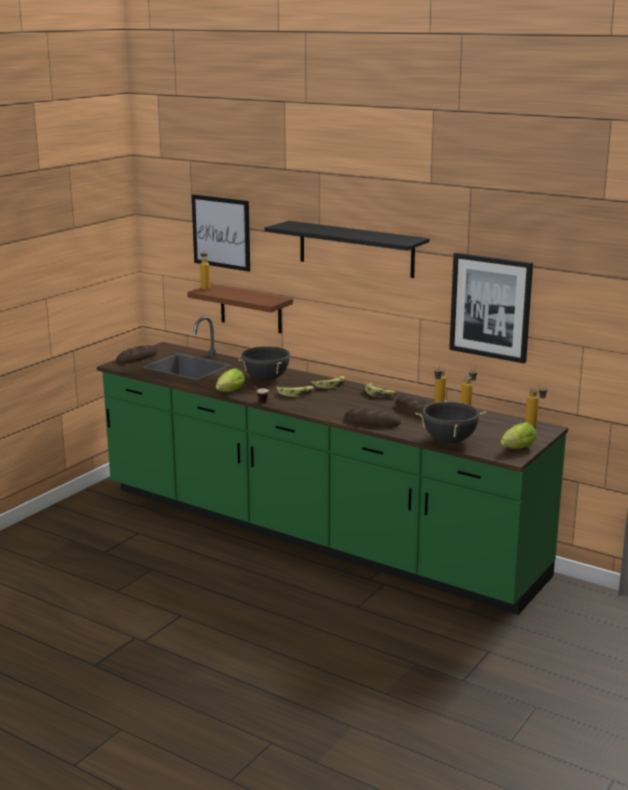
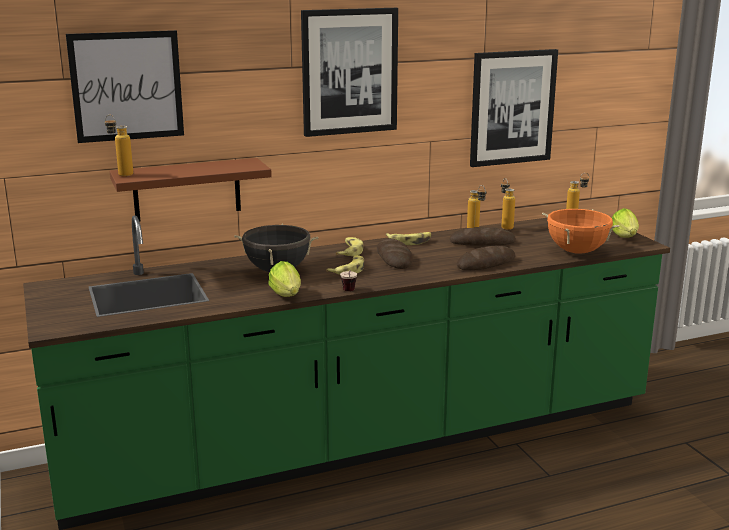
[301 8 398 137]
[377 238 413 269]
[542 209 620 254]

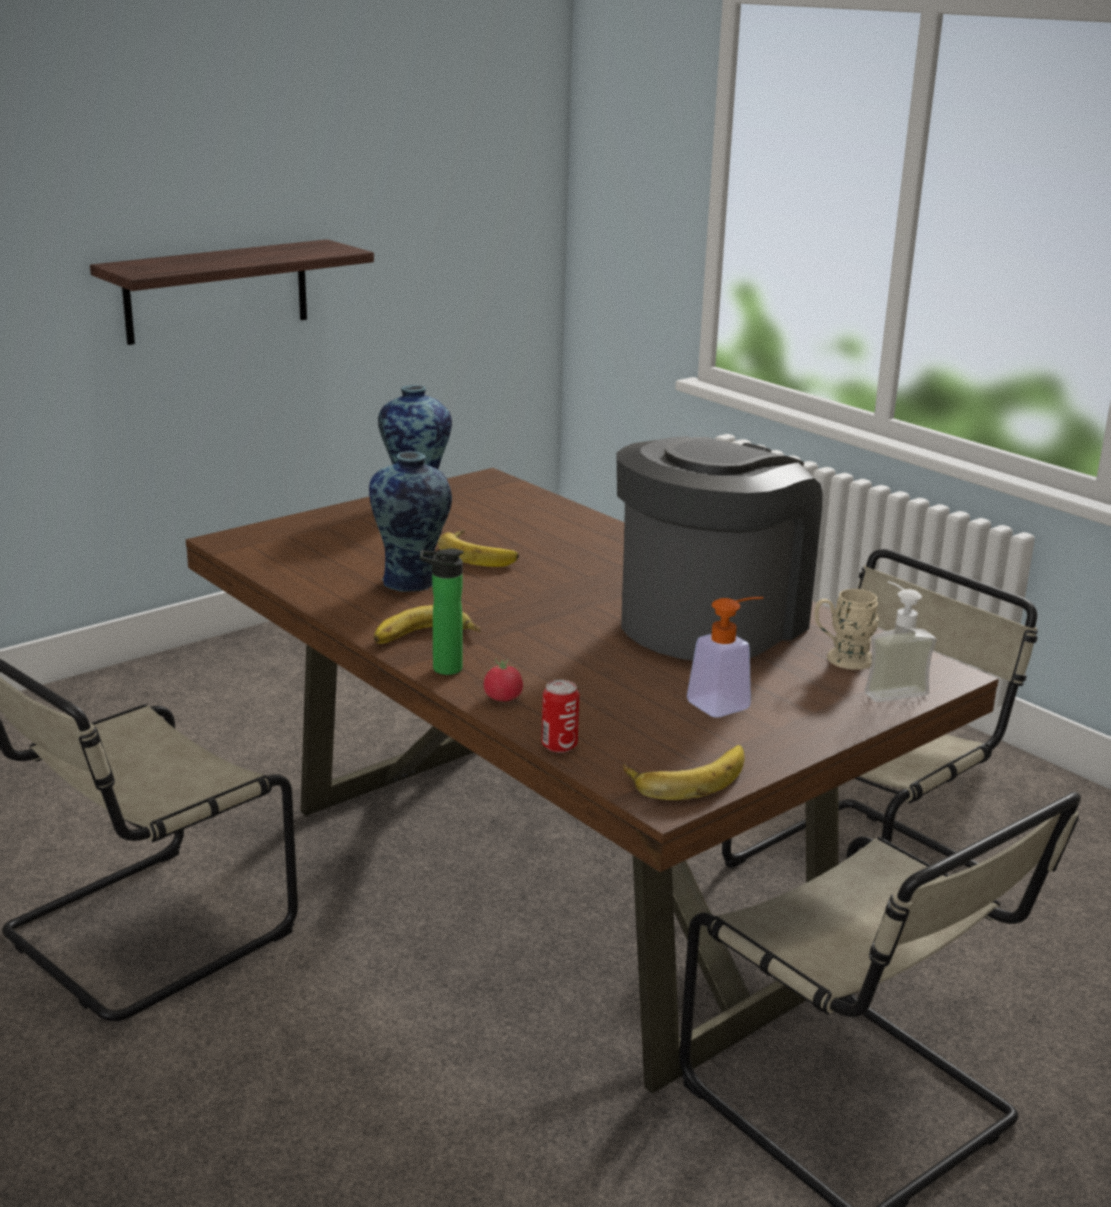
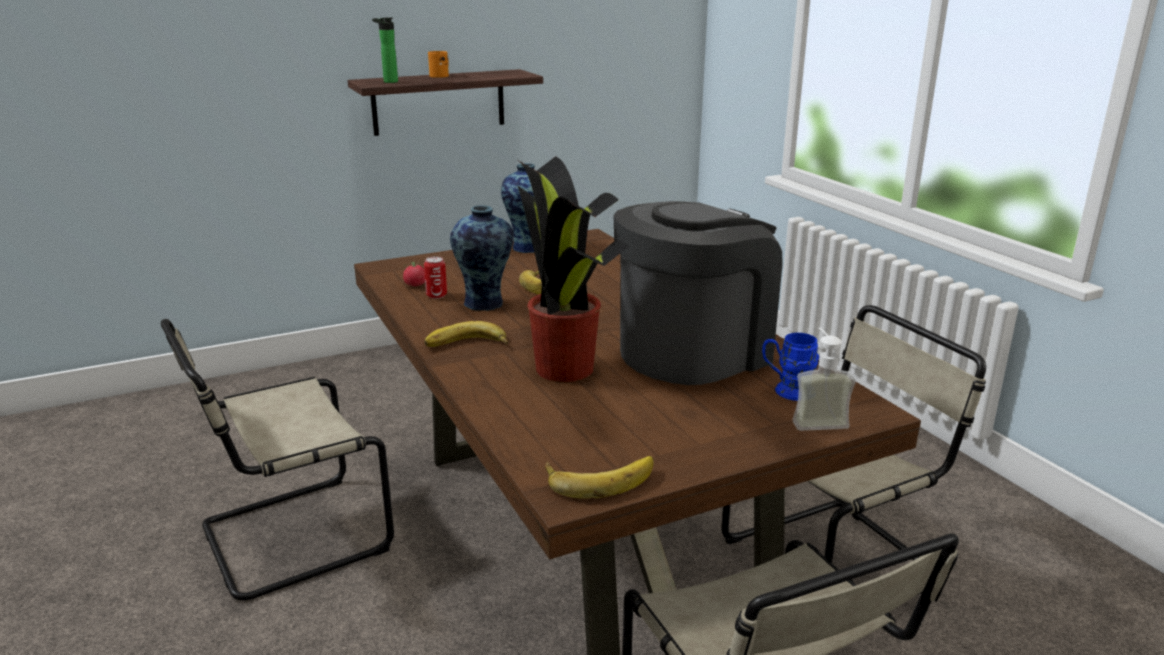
[372 17 398 83]
[762 333 819 401]
[687 597 764 718] (first image)
[403 261 425 286]
[424 256 447 299]
[428 51 449 78]
[517 156 628 382]

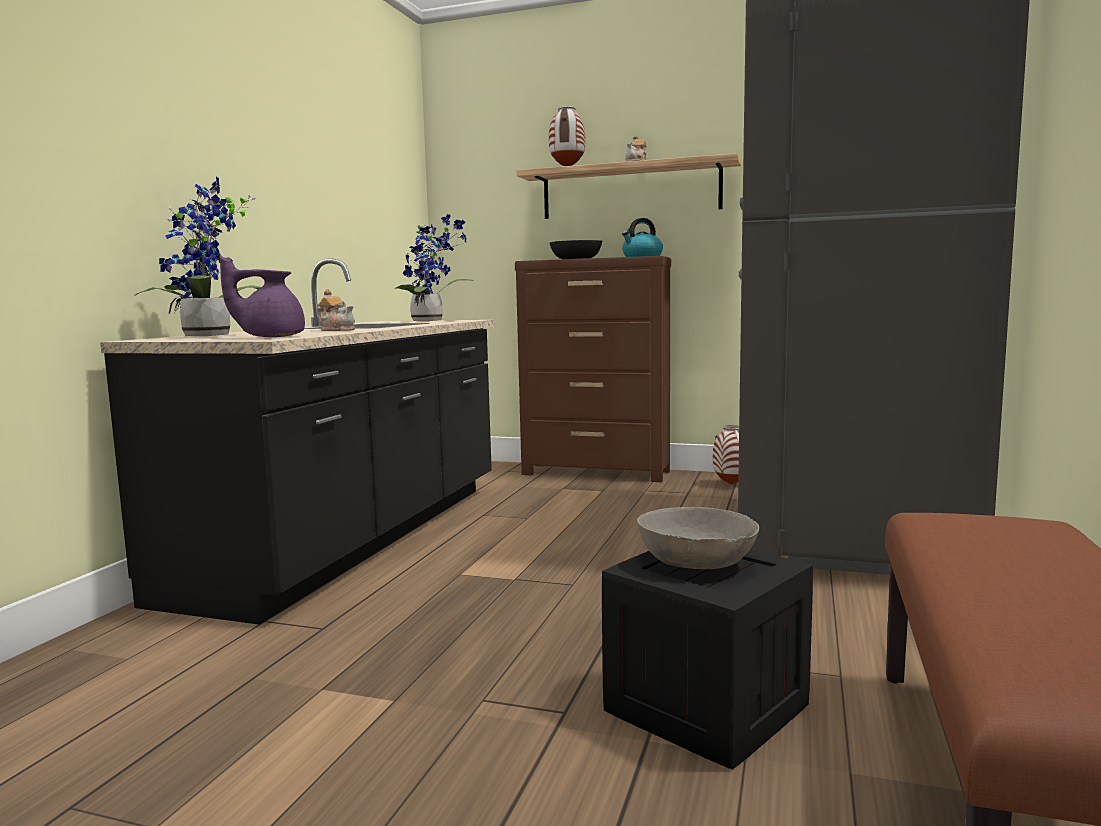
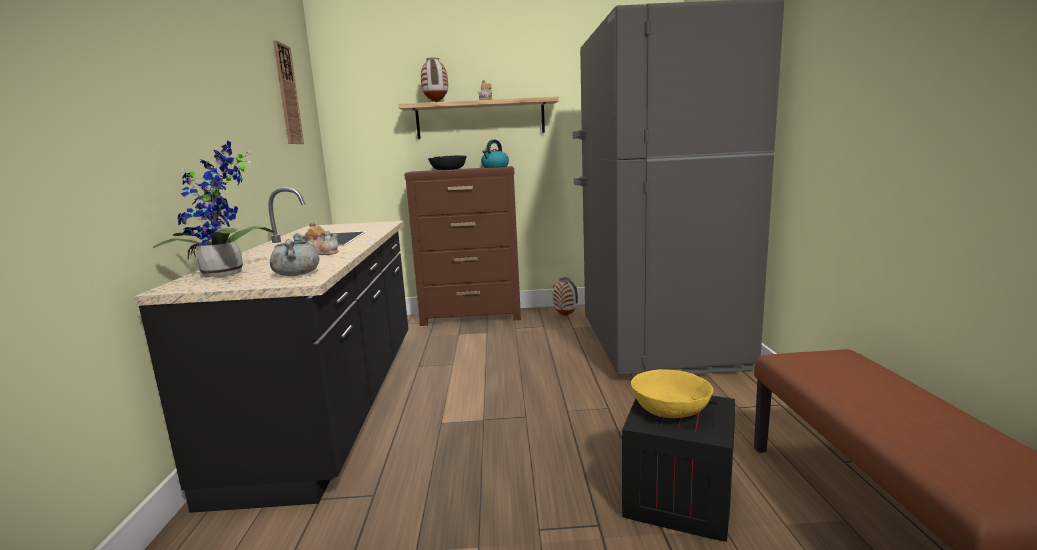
[395 214 473 321] (first image)
[270 233 319 276]
[631 369 713 418]
[273 40 304 144]

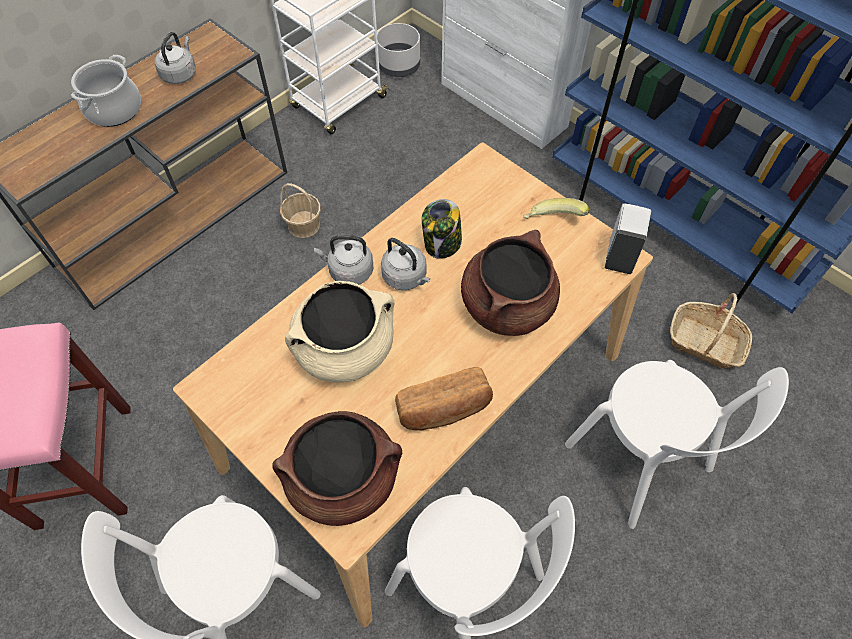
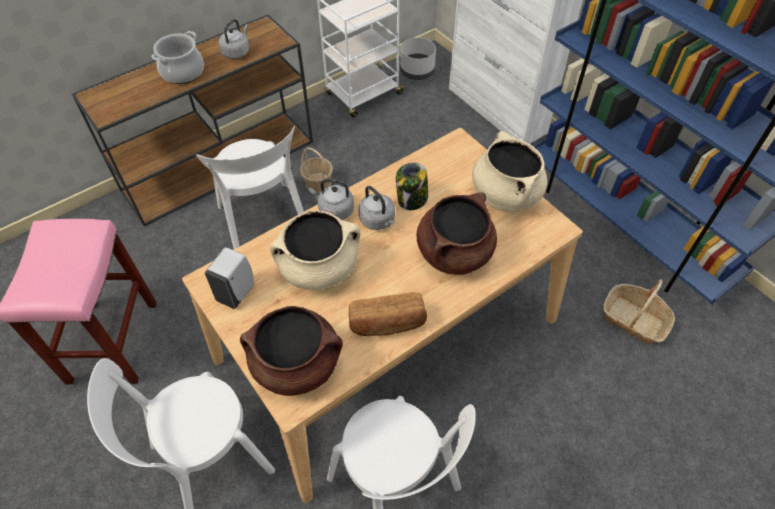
[472 131 547 212]
[205 247 254 309]
[196 126 304 249]

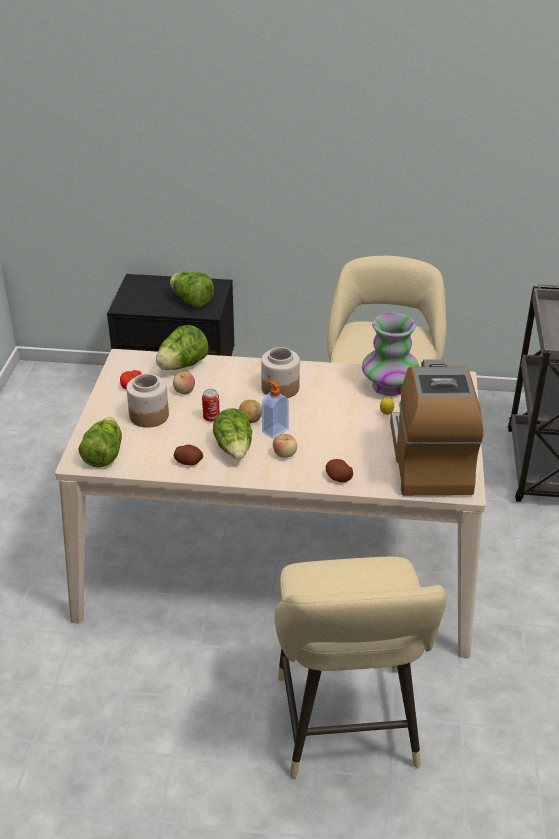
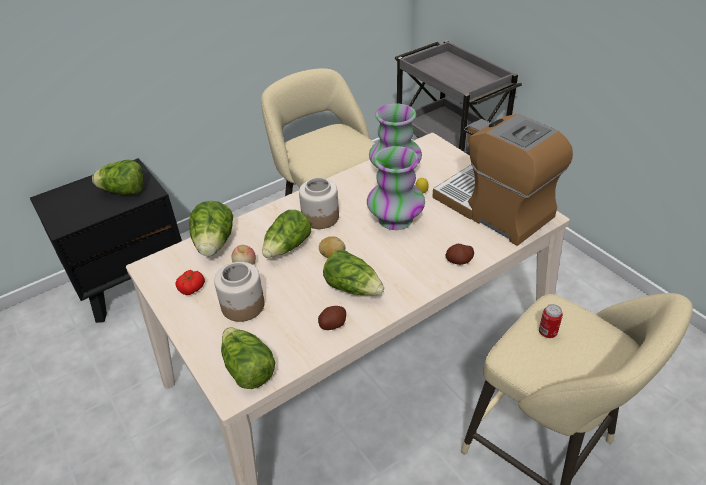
[262 381 289 439] (first image)
[539 304 563 338]
[273 434 297 458] (first image)
[367 146 425 230]
[262 210 311 258]

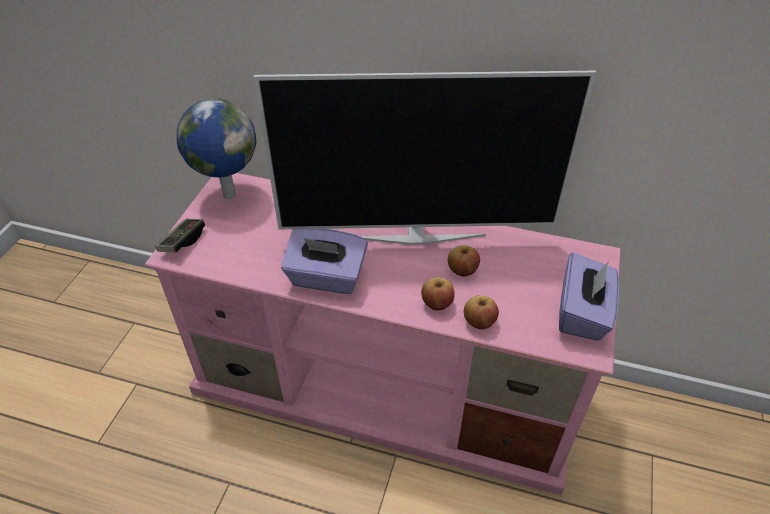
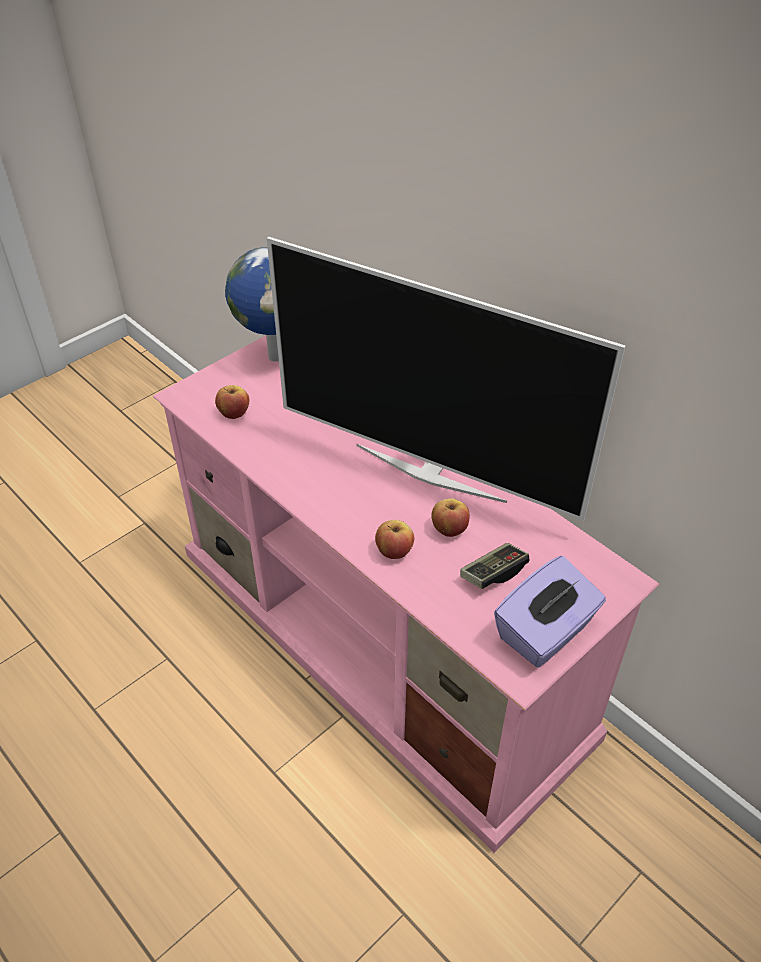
[460 543 530 589]
[281 227 368 294] (first image)
[215 385 249 419]

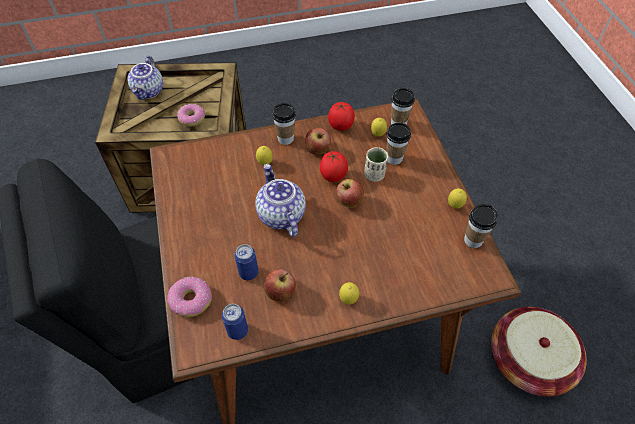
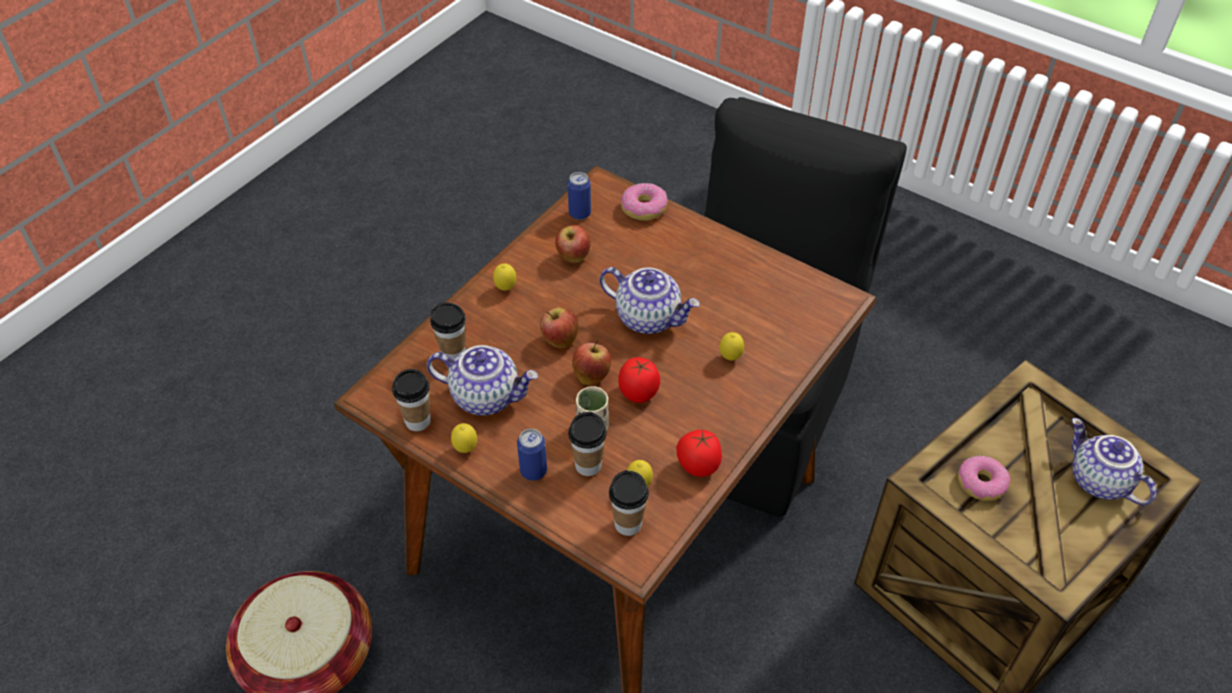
[430 302 466 359]
[540 307 579 348]
[517 429 547 481]
[427 345 538 416]

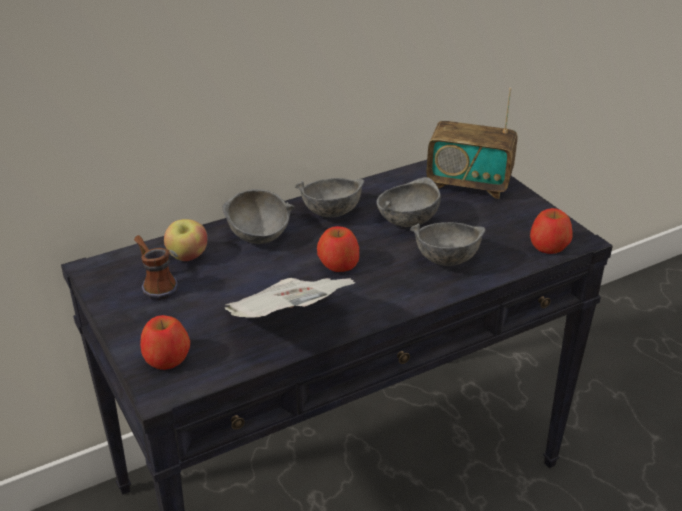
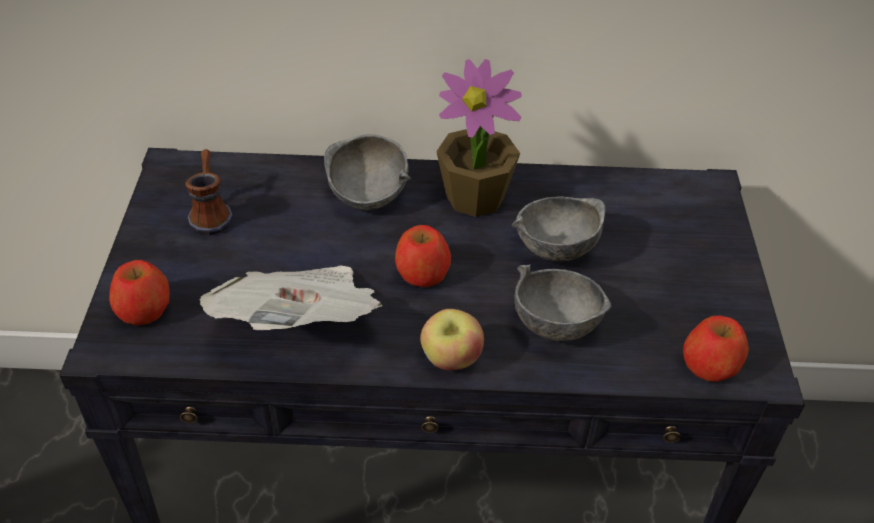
[426 88 518 199] (first image)
[436 59 522 217]
[420 309 484 370]

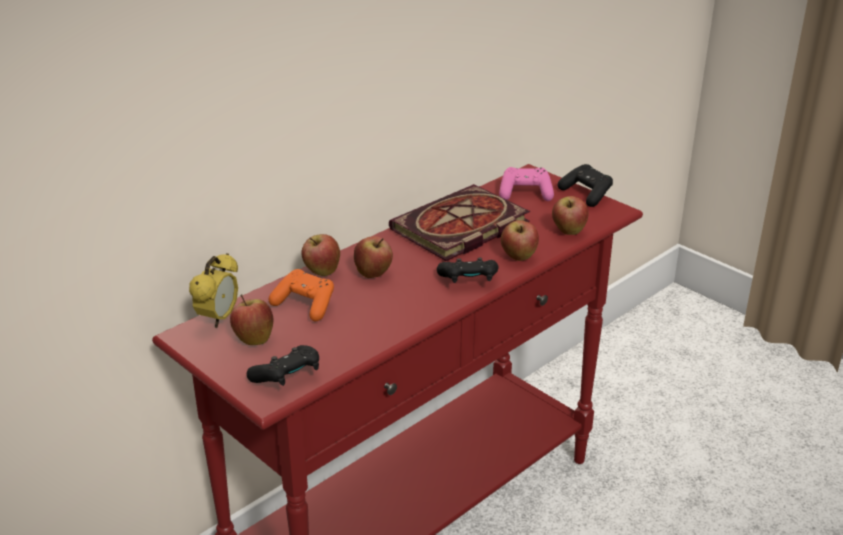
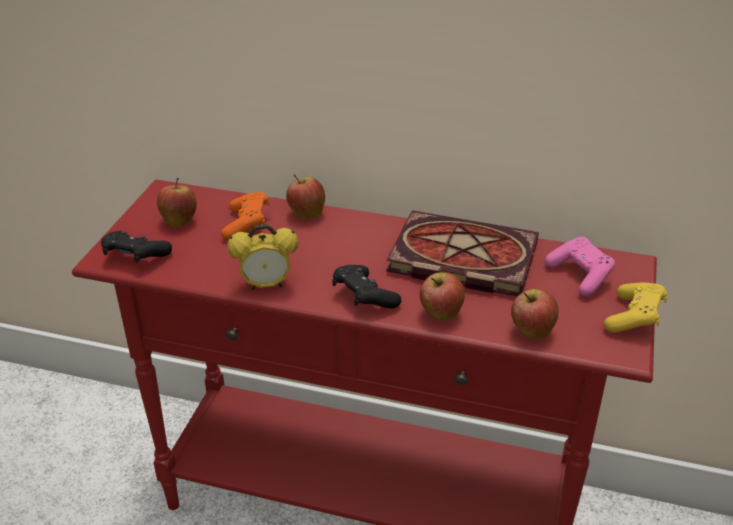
[604 282 667 333]
[354 236 393 278] (first image)
[227 224 298 290]

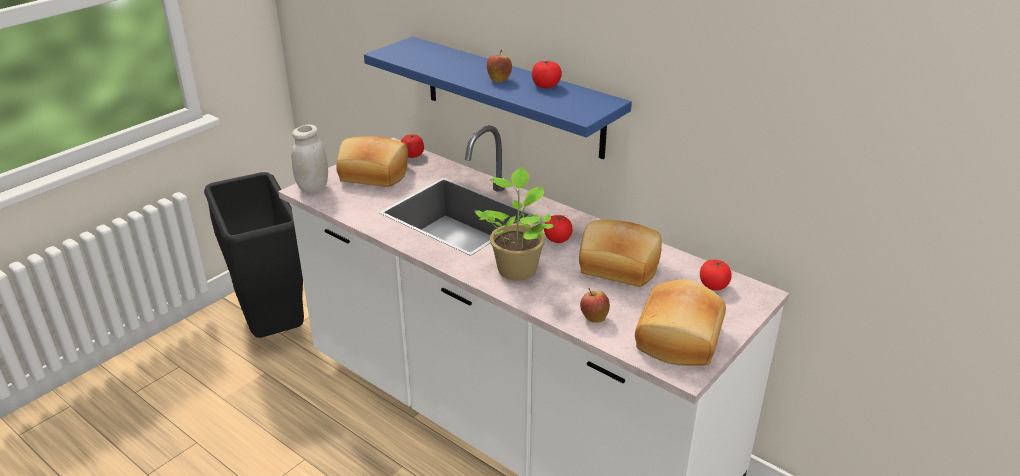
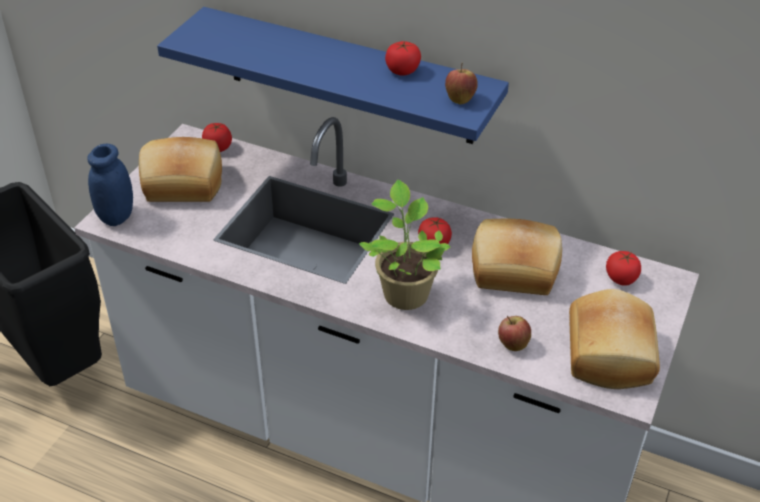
[445 63 478 105]
[87 144 133 226]

